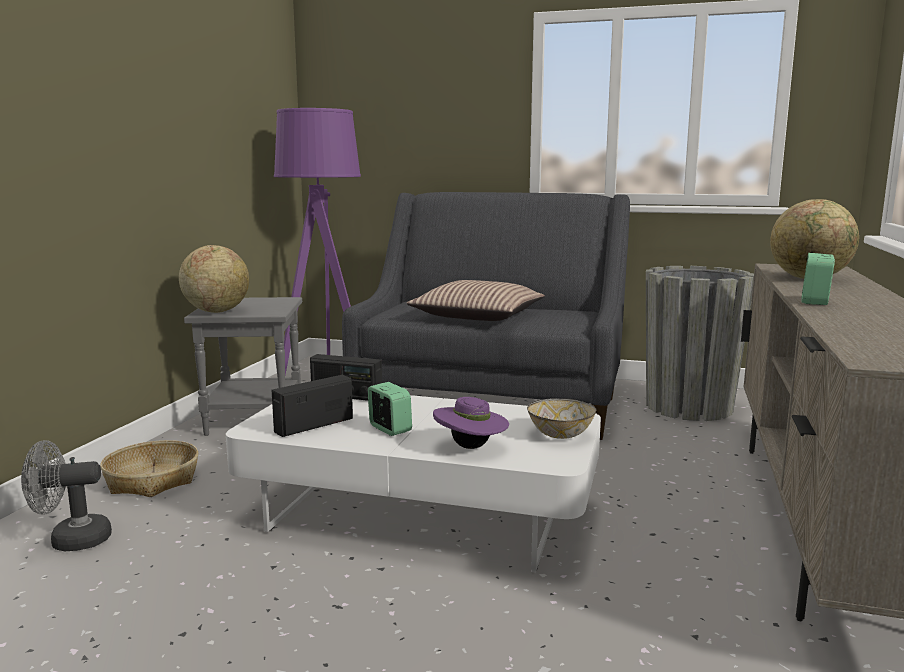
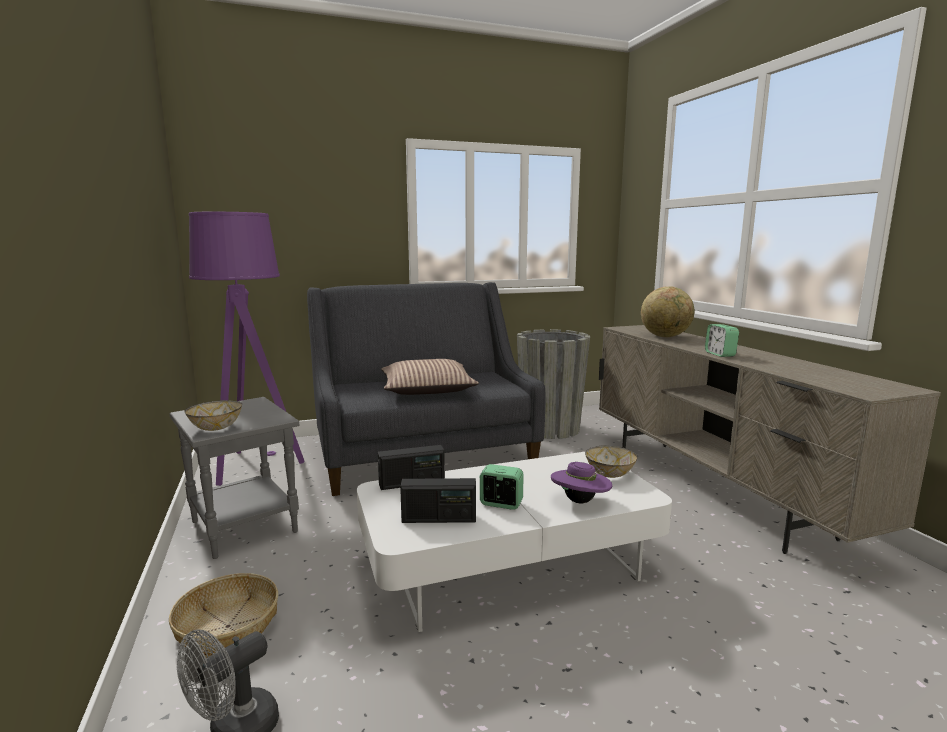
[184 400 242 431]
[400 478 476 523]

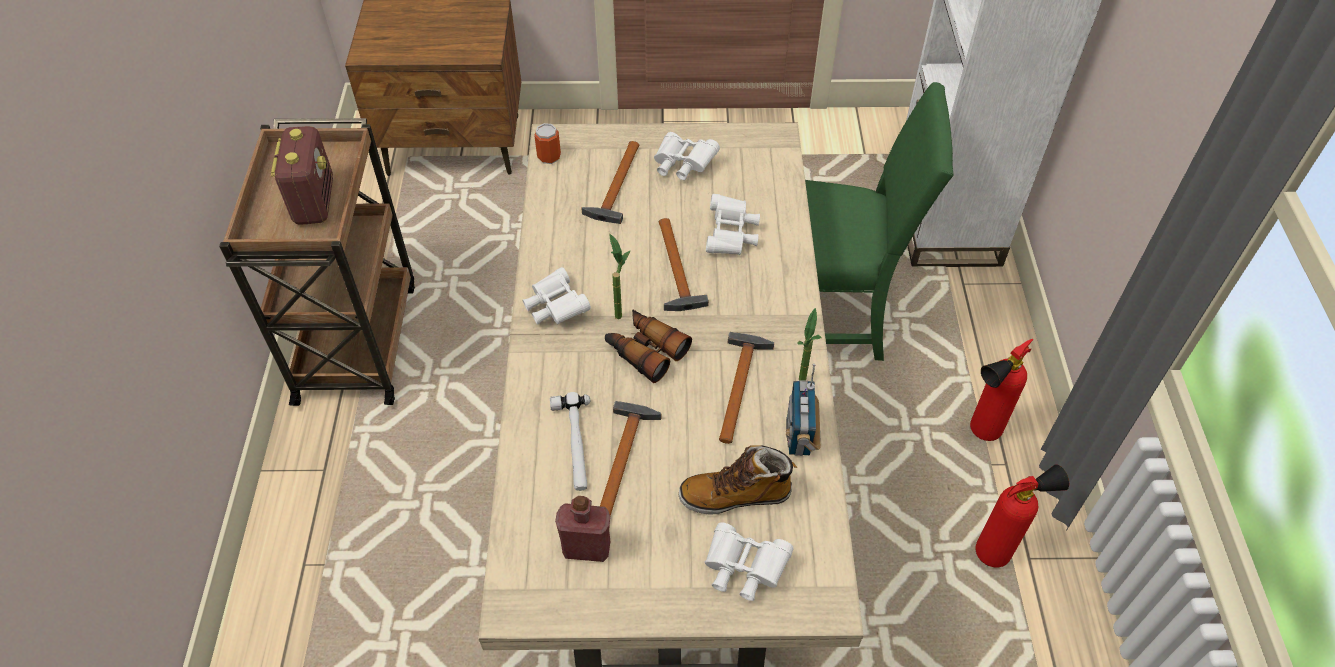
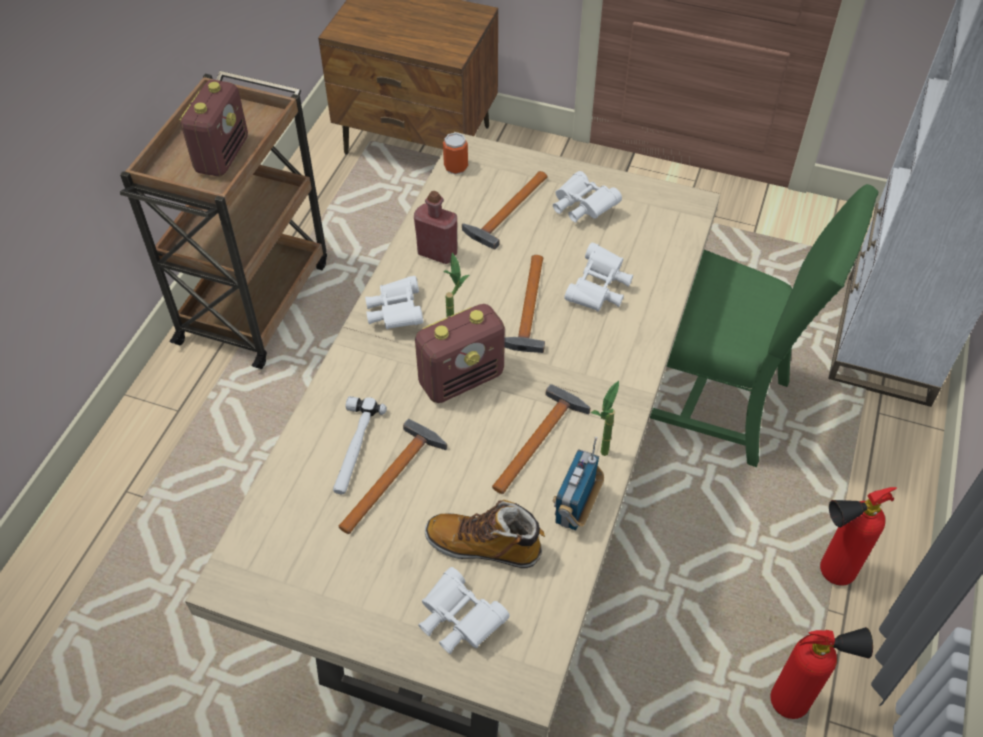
[415 304 505 403]
[414 191 457 264]

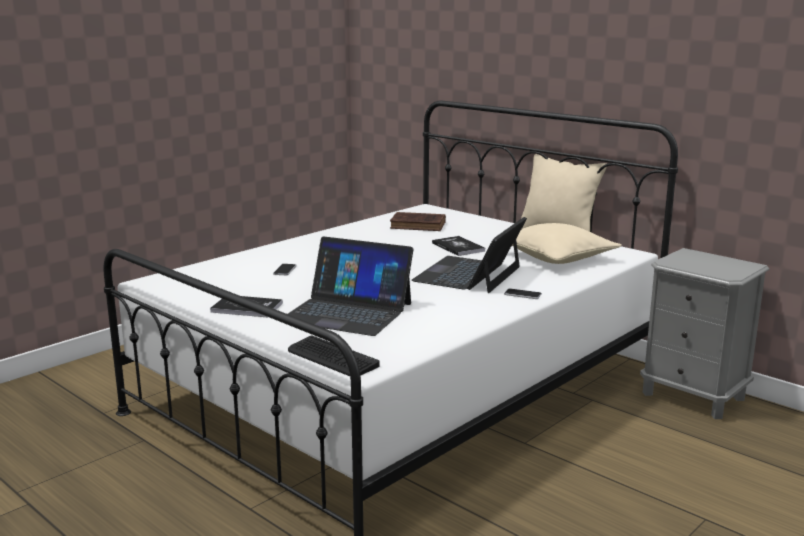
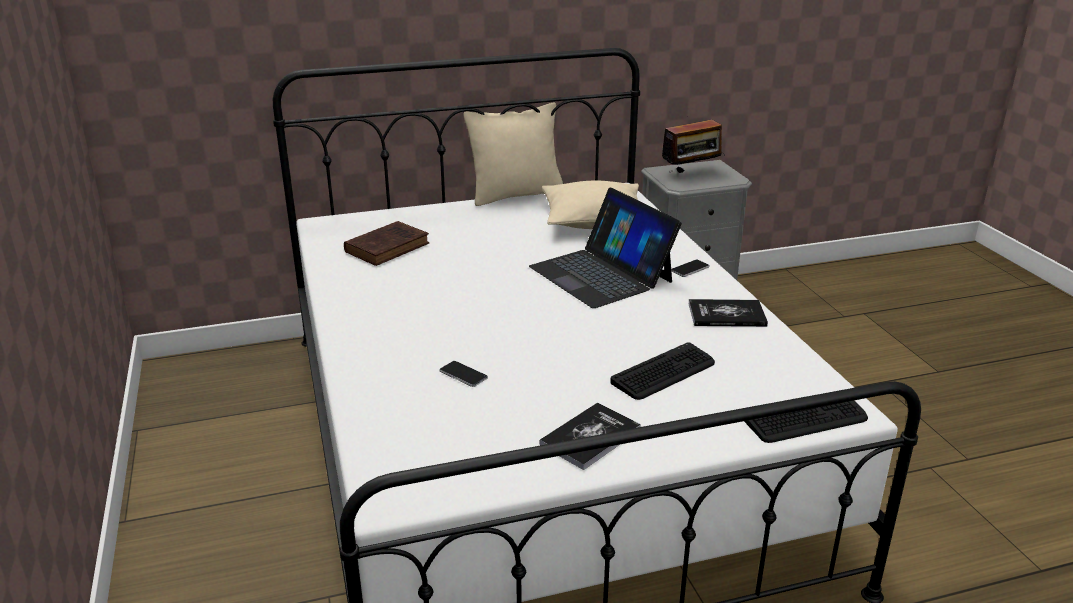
[610 342 715 400]
[689 299 768 327]
[662 112 725 173]

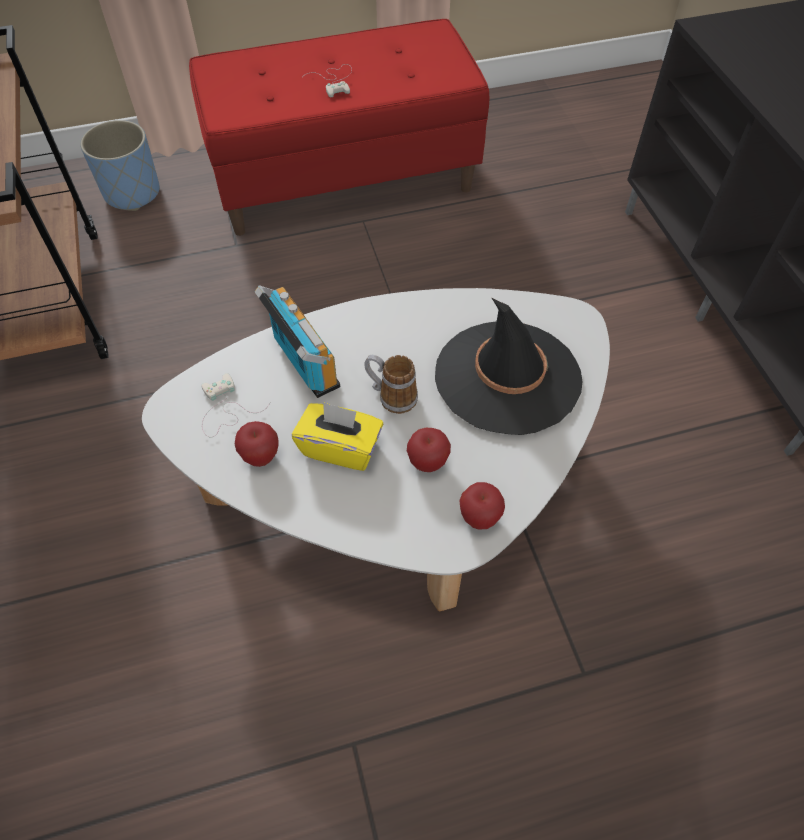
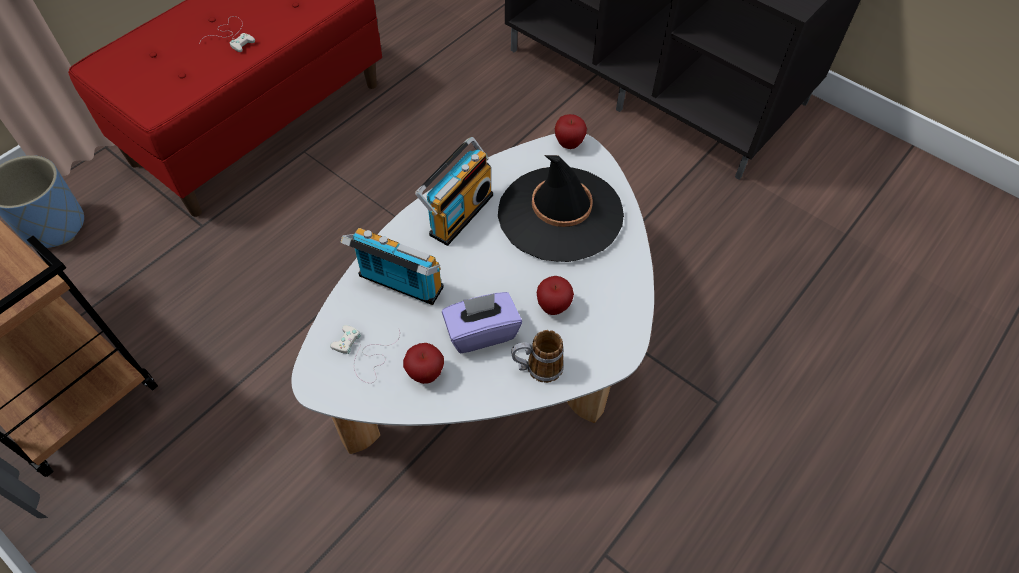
[511 330 564 383]
[442 292 522 353]
[555 114 587 149]
[415 137 493 246]

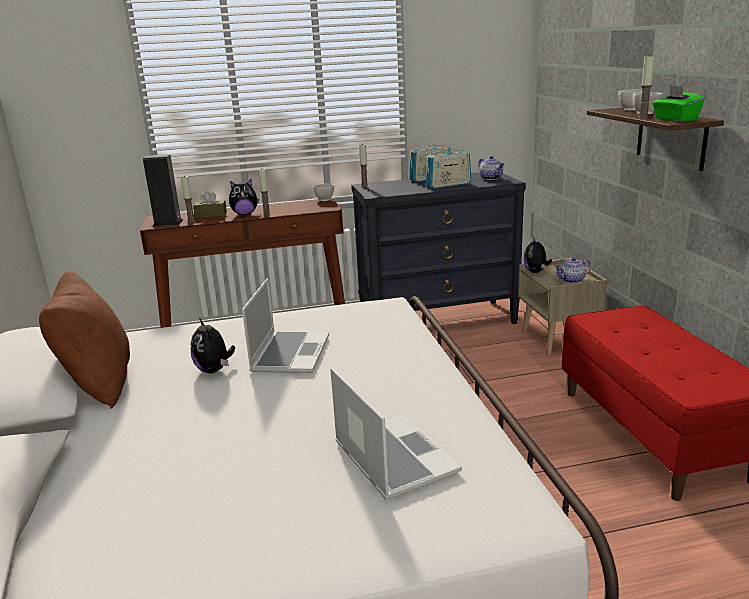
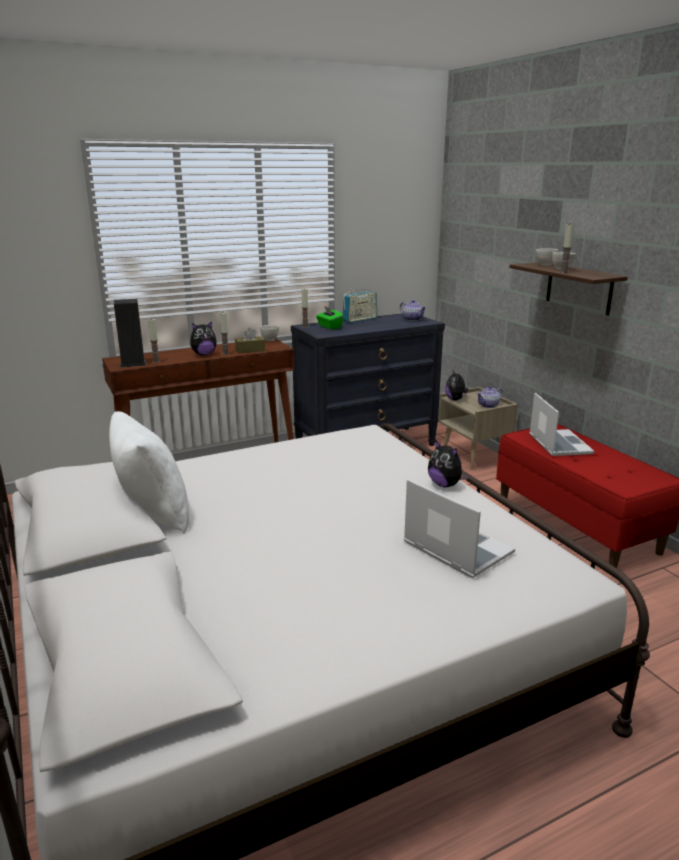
[316 307 344 330]
[426 148 471 189] (first image)
[235 328 265 354]
[109 411 189 533]
[529 393 594 456]
[428 440 468 487]

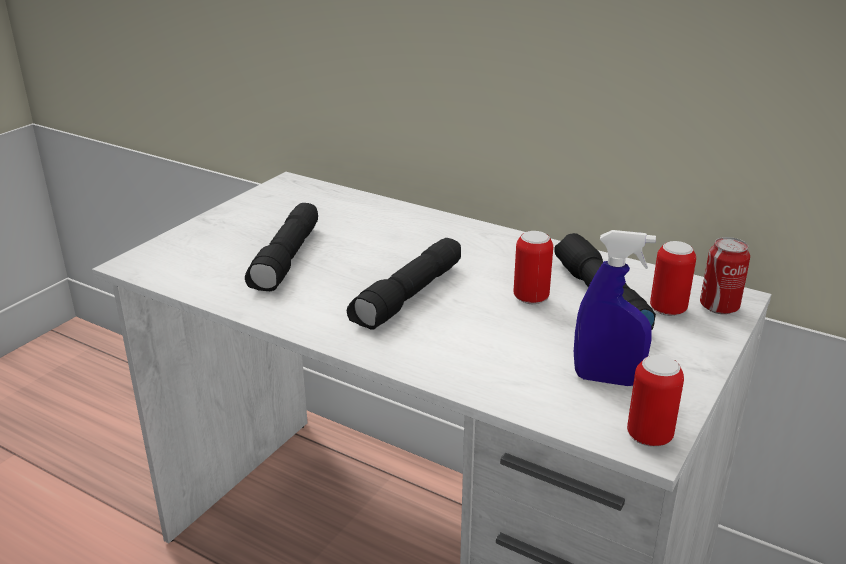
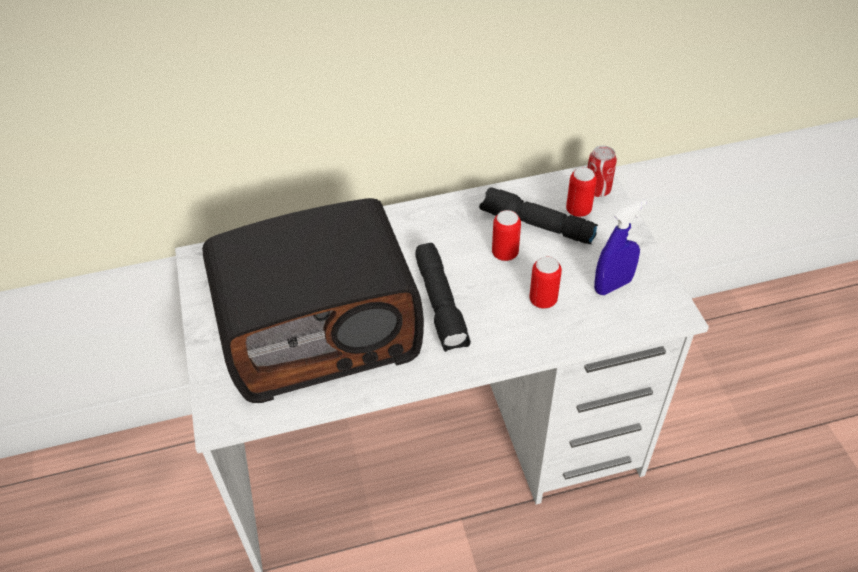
[202 198 424 403]
[529 257 562 309]

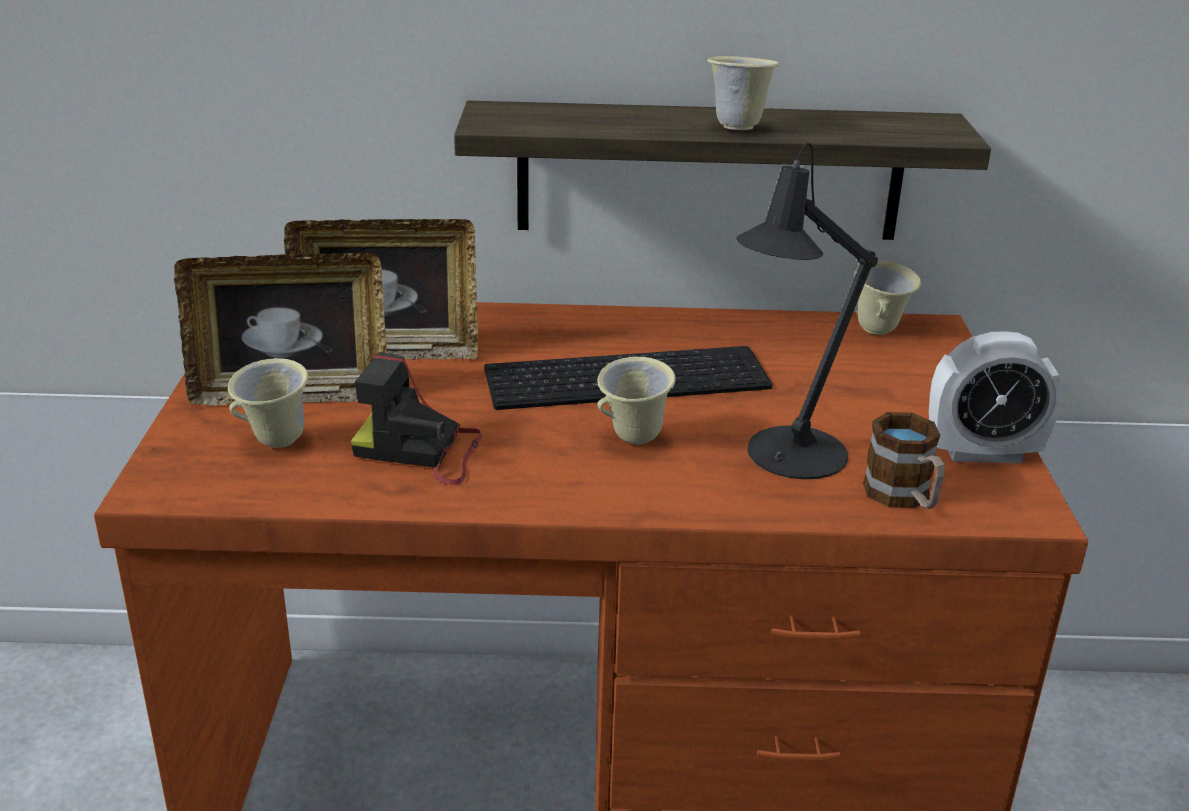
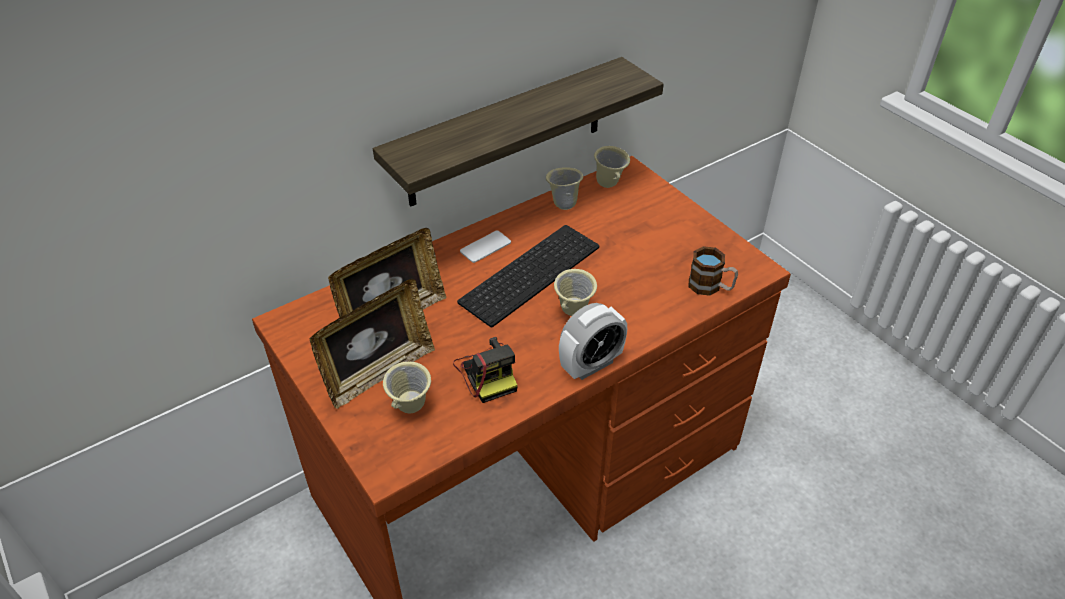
[546 167 583 210]
[736 143 878 479] (first image)
[559 303 627 380]
[453 337 518 403]
[460 231 511 263]

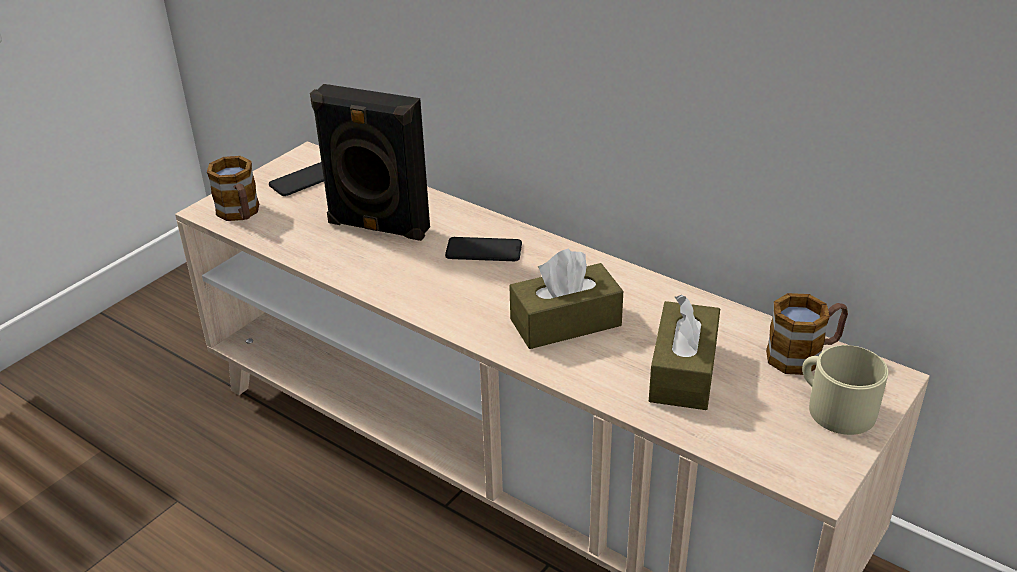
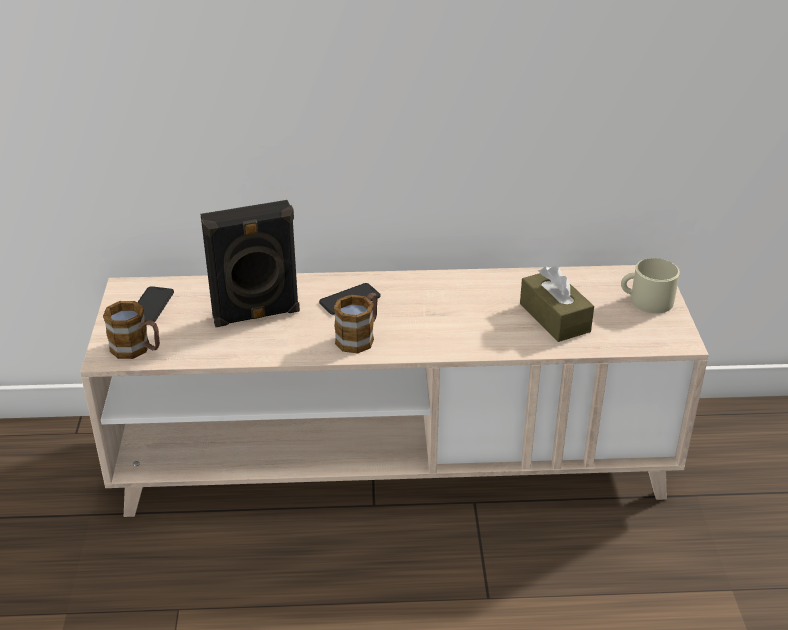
[509 249 623 349] (first image)
[334 293 378 353]

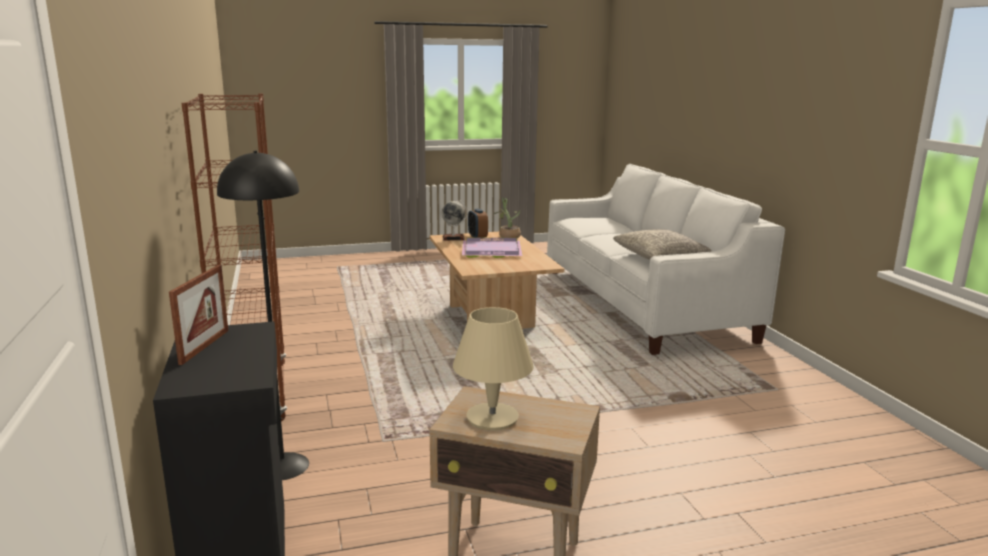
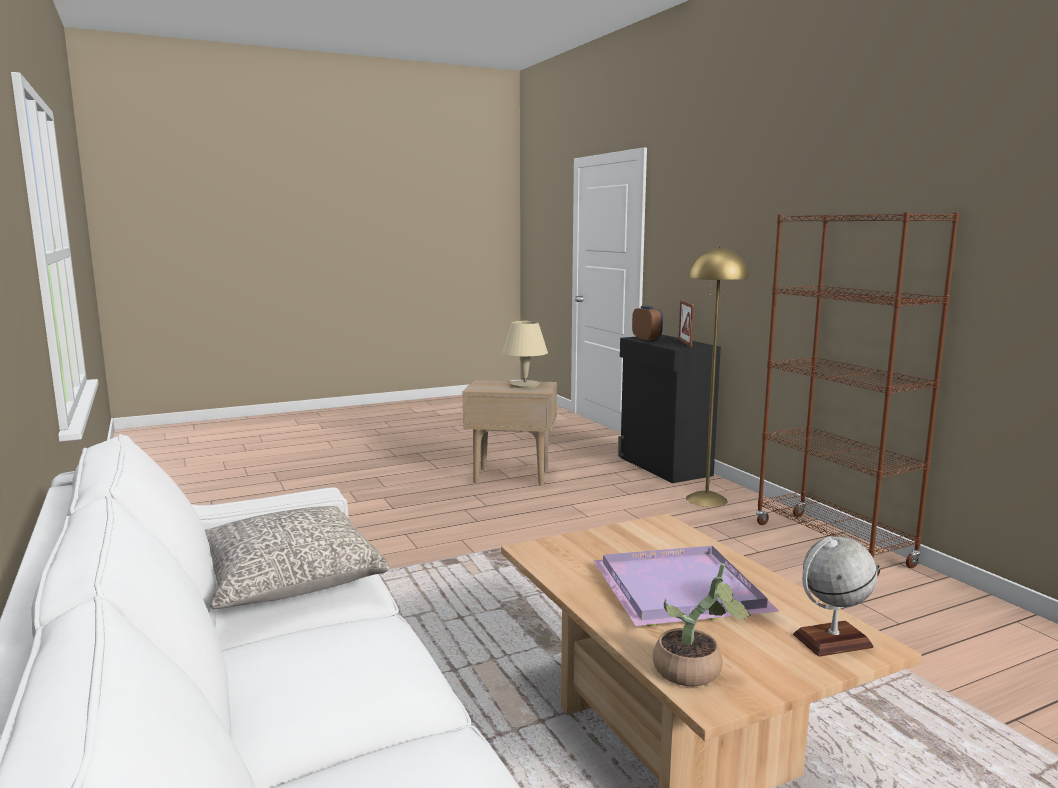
[686 246 749 507]
[632 306 663 340]

